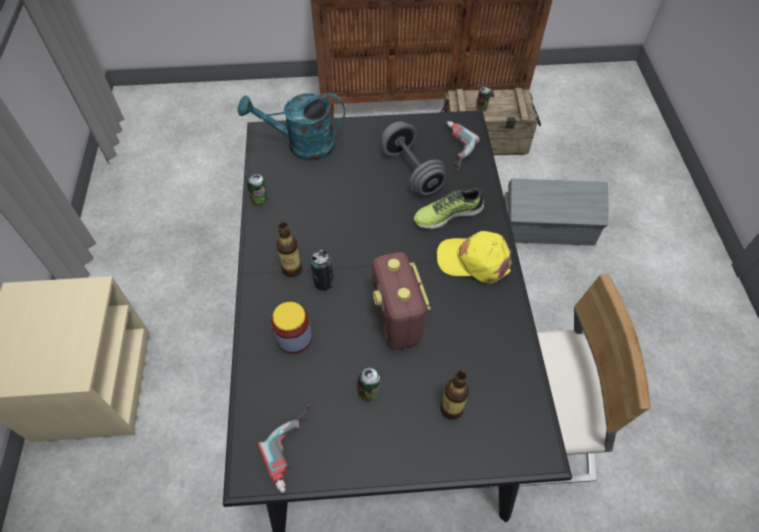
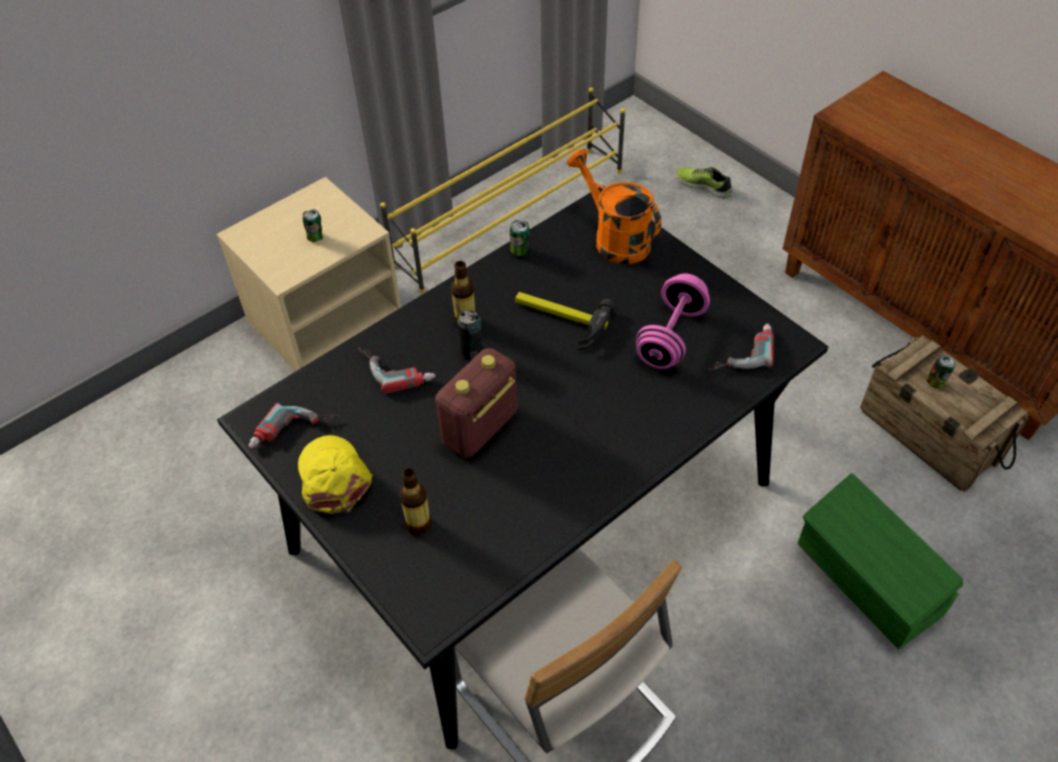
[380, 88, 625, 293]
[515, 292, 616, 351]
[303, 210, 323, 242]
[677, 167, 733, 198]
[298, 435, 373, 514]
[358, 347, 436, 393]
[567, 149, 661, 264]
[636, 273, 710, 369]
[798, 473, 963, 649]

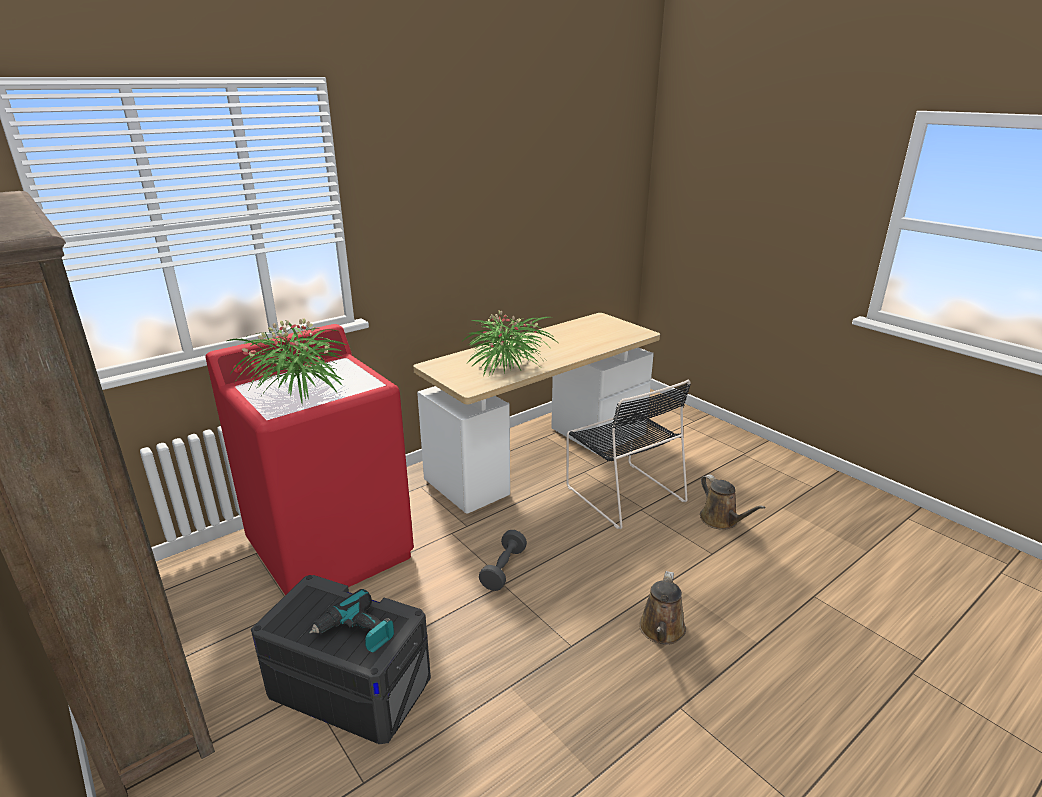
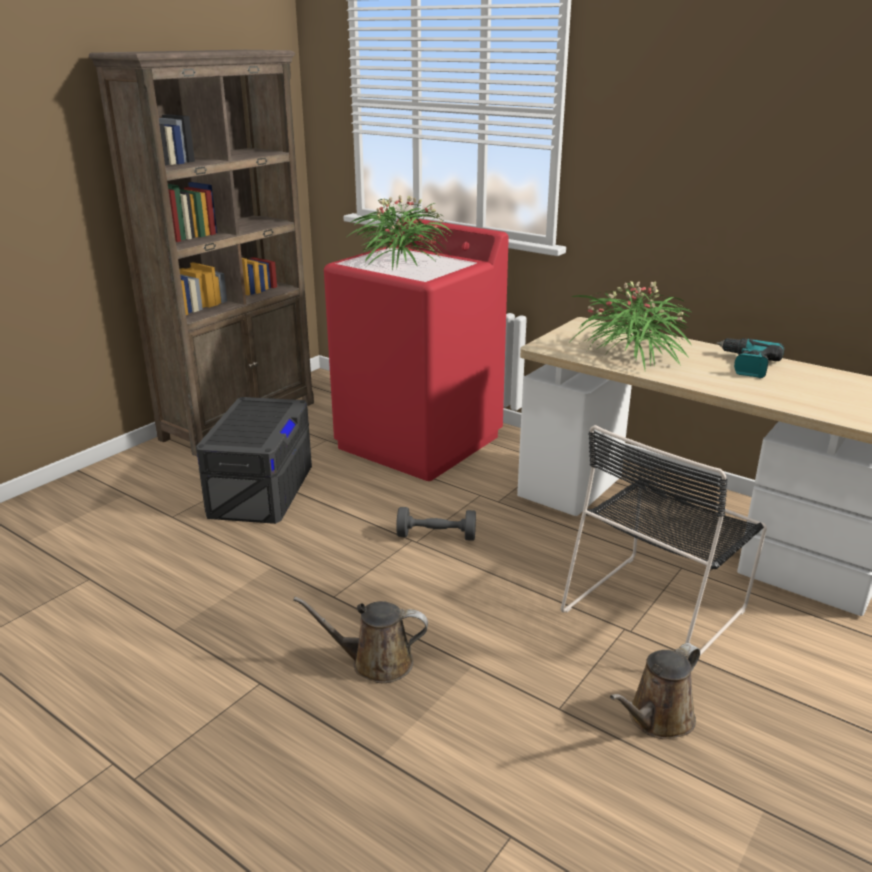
[717, 338, 784, 378]

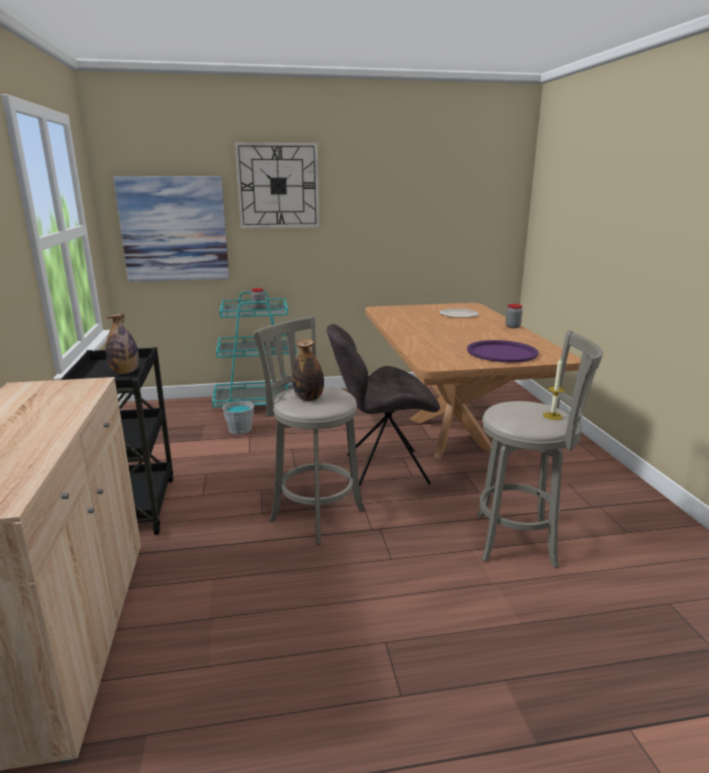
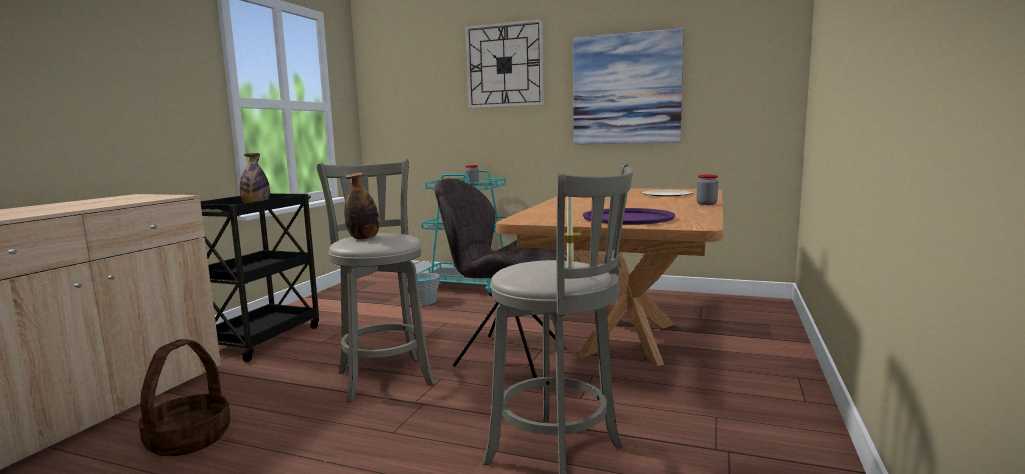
[139, 339, 231, 456]
[573, 28, 684, 145]

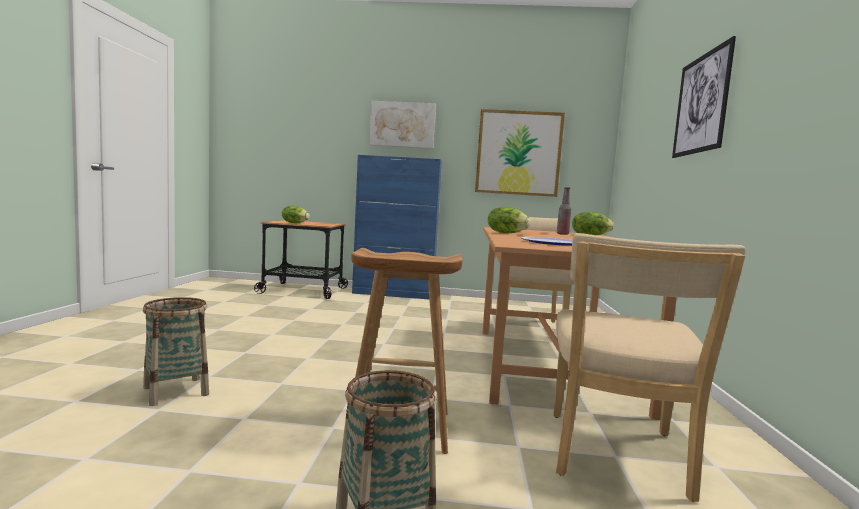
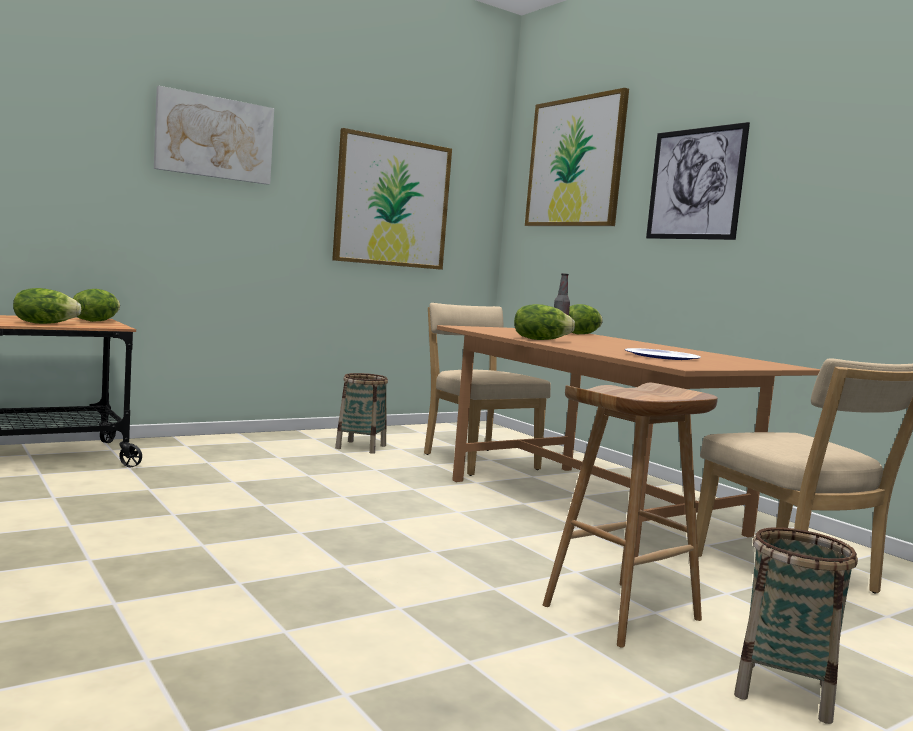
[352, 155, 442, 299] (first image)
[73, 289, 120, 322]
[525, 88, 629, 226]
[335, 373, 388, 454]

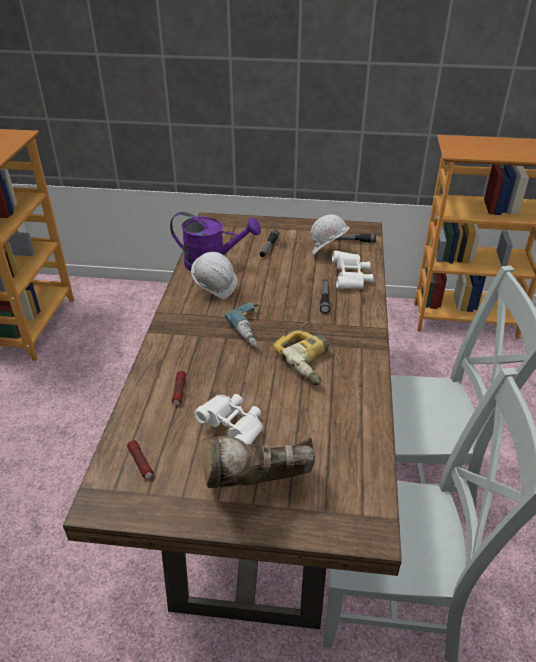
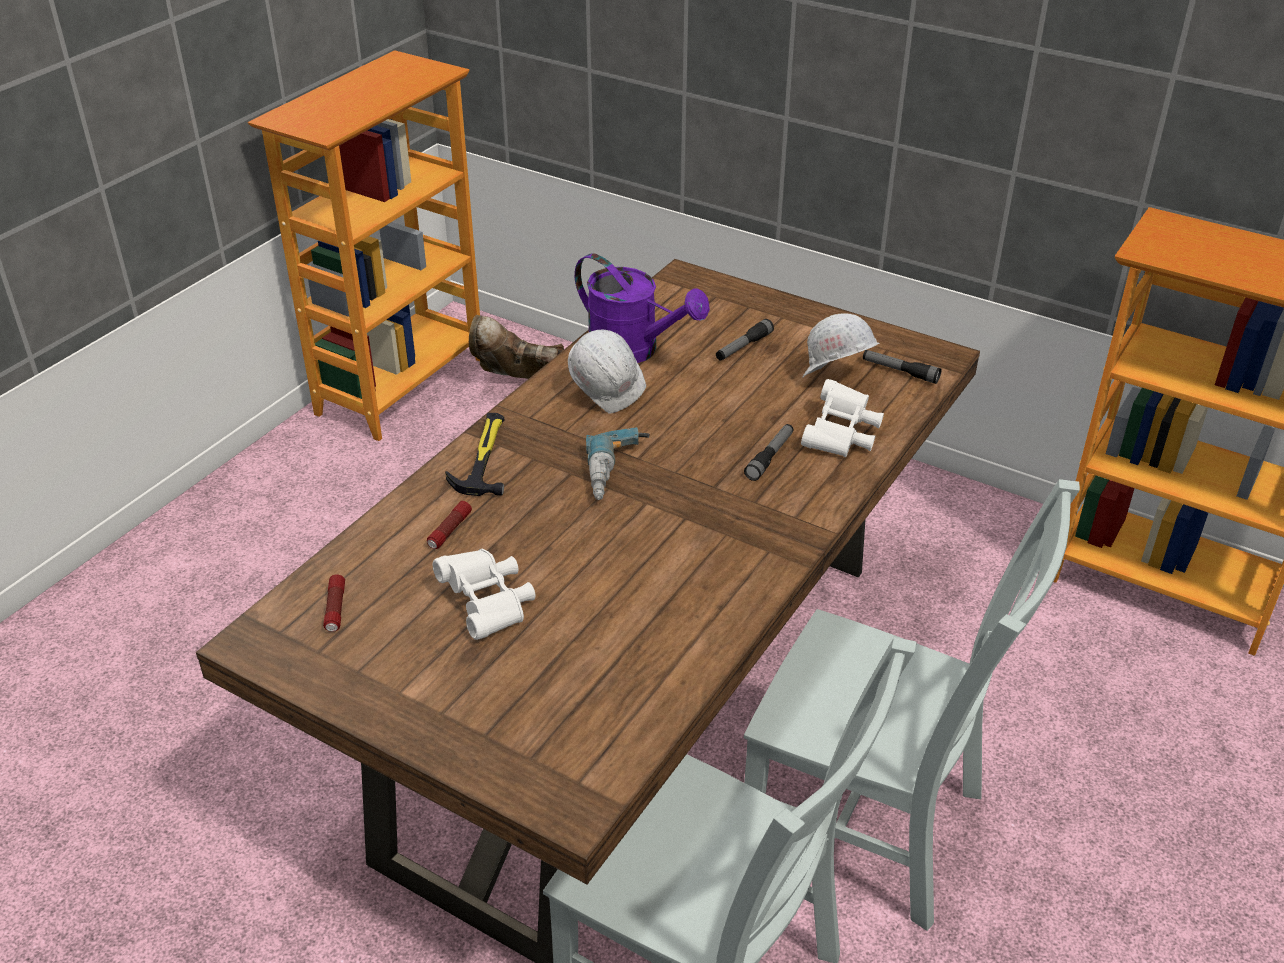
[273, 321, 341, 385] (first image)
[445, 413, 504, 496]
[469, 315, 564, 379]

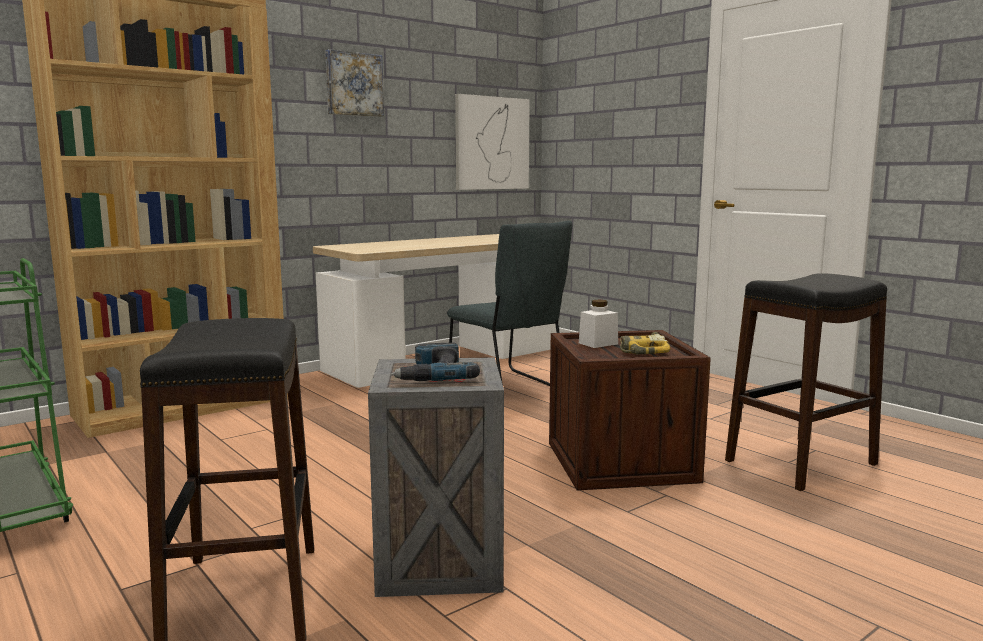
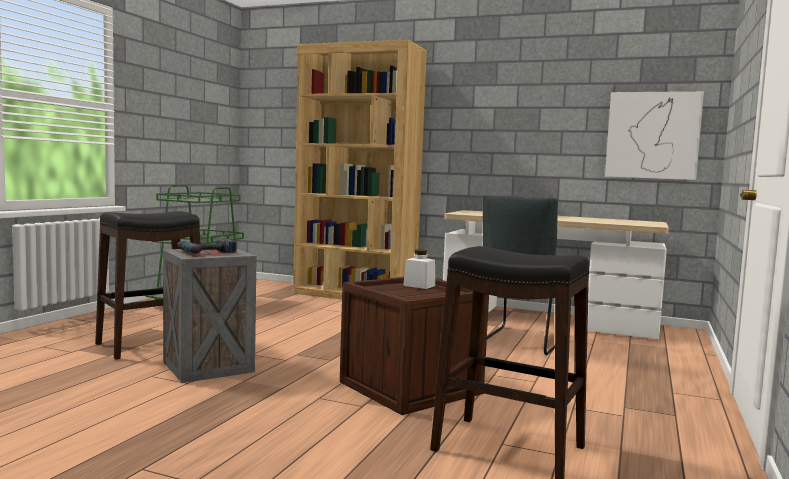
[325, 49, 384, 117] (first image)
[620, 332, 670, 355] (first image)

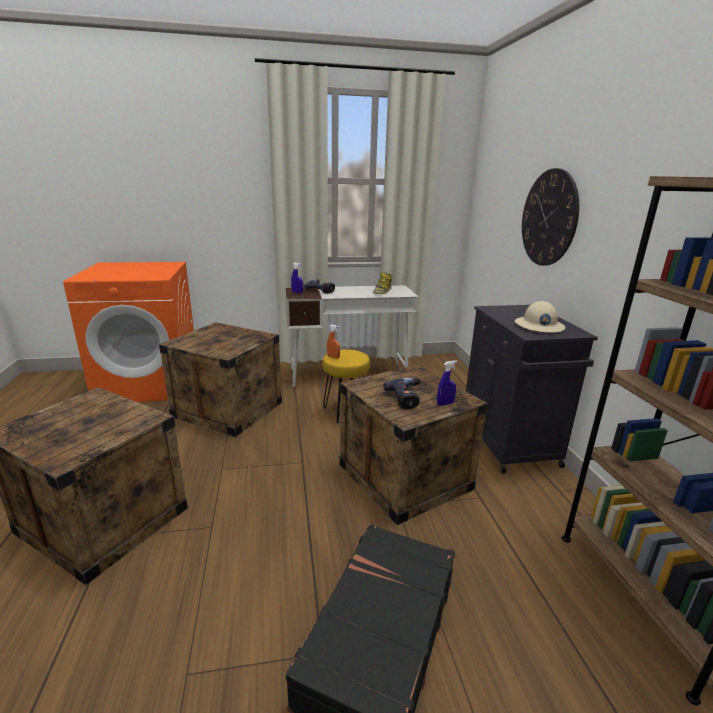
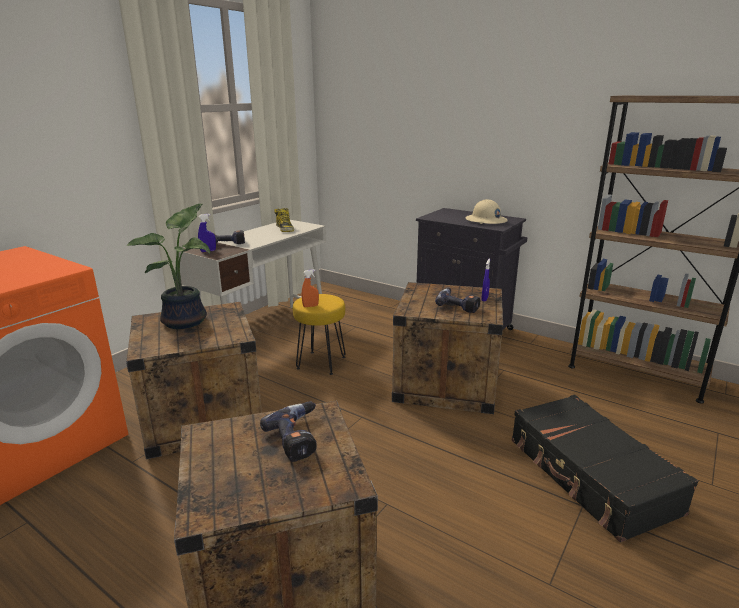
[522, 168, 579, 266] (first image)
[126, 204, 210, 329]
[260, 402, 317, 462]

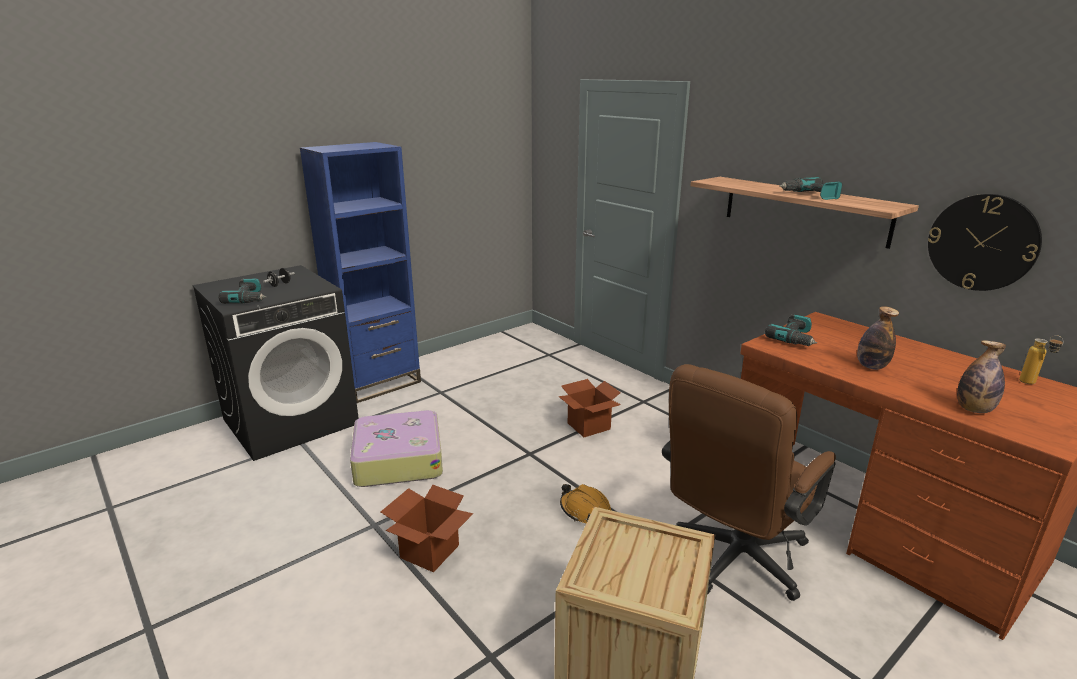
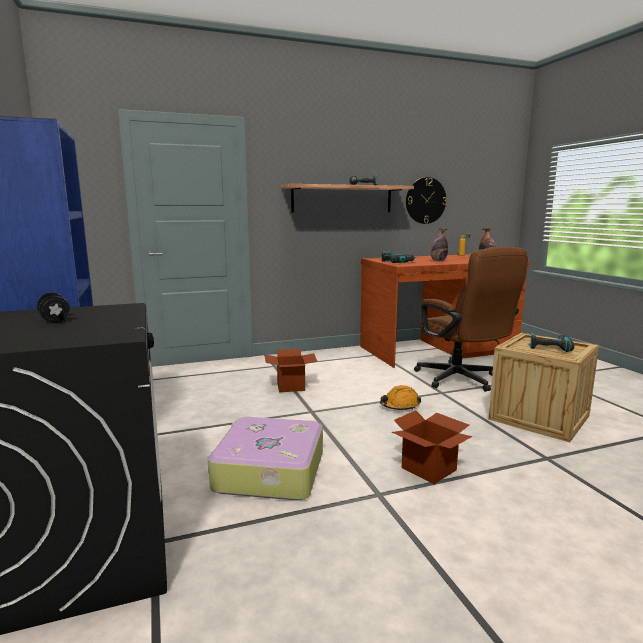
[529, 333, 574, 352]

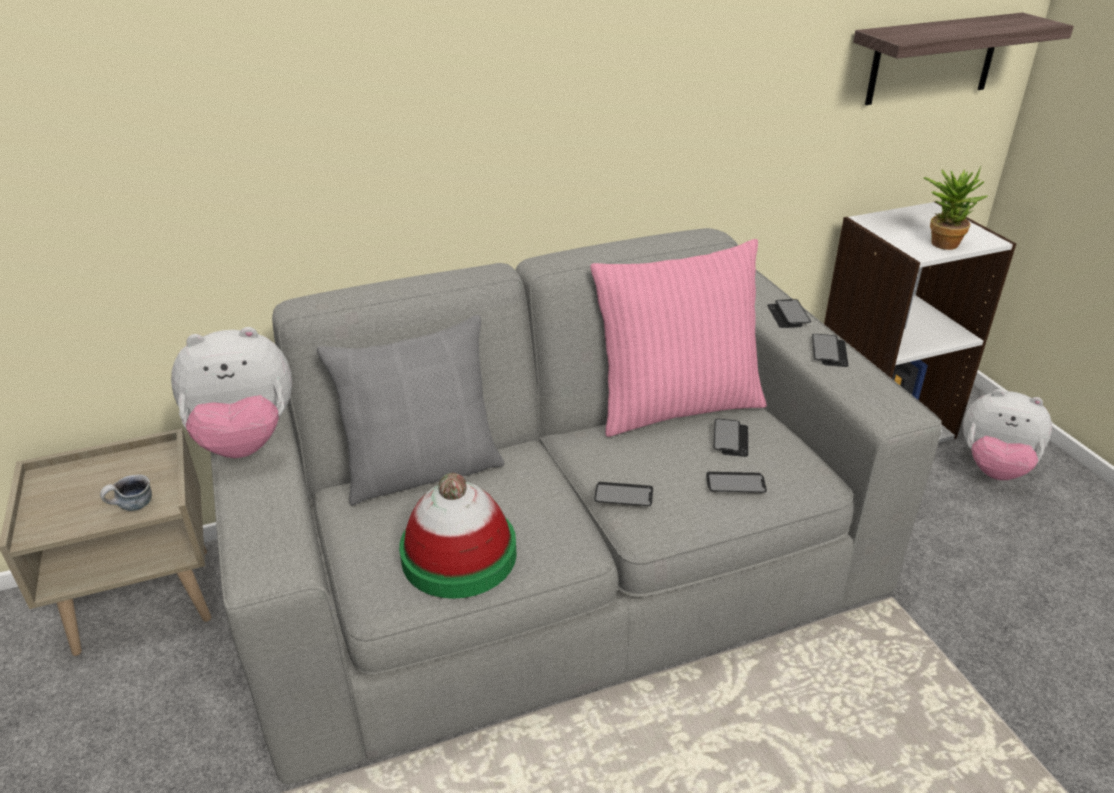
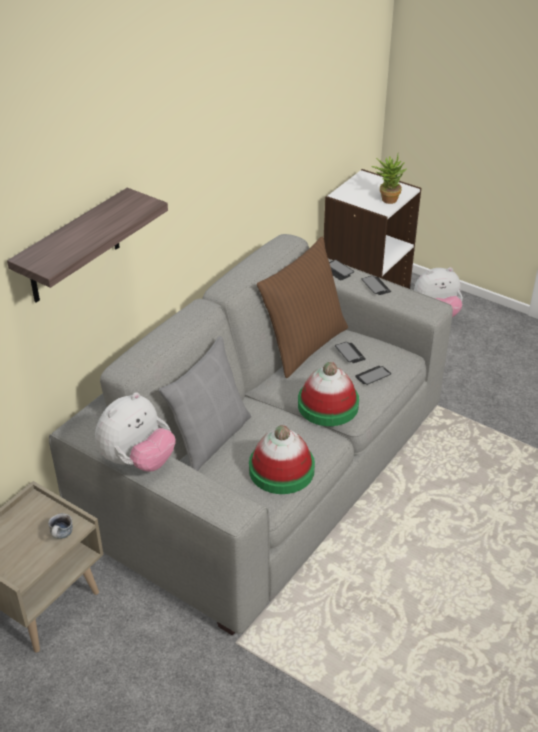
[7, 188, 168, 302]
[298, 362, 359, 426]
[257, 236, 348, 378]

